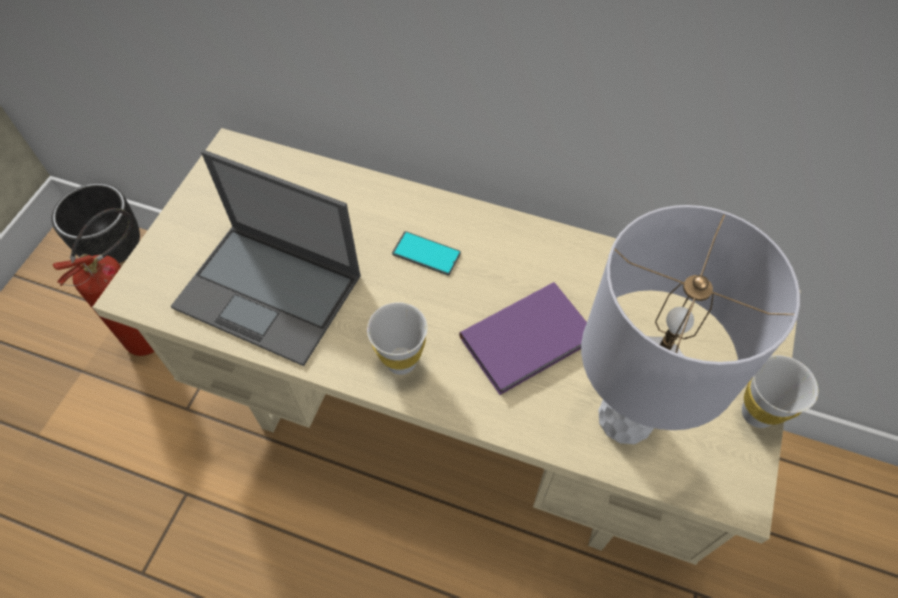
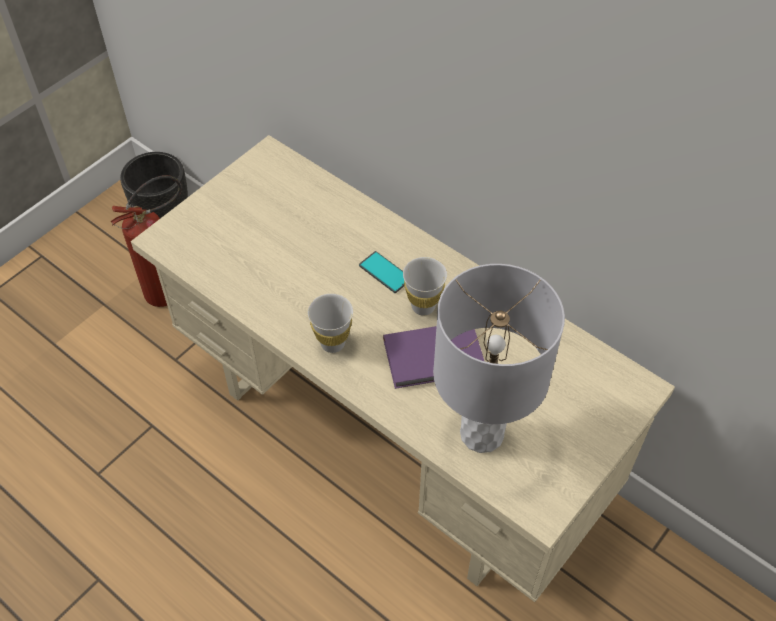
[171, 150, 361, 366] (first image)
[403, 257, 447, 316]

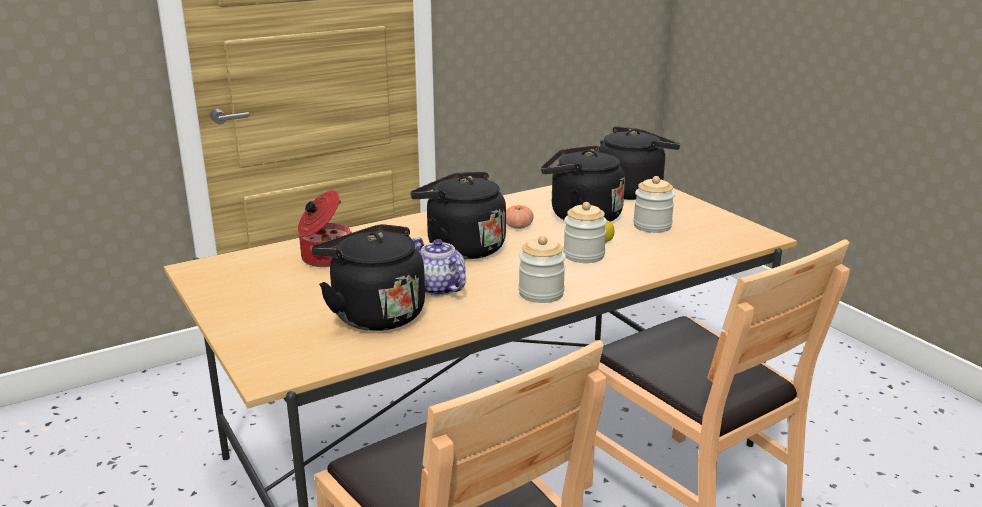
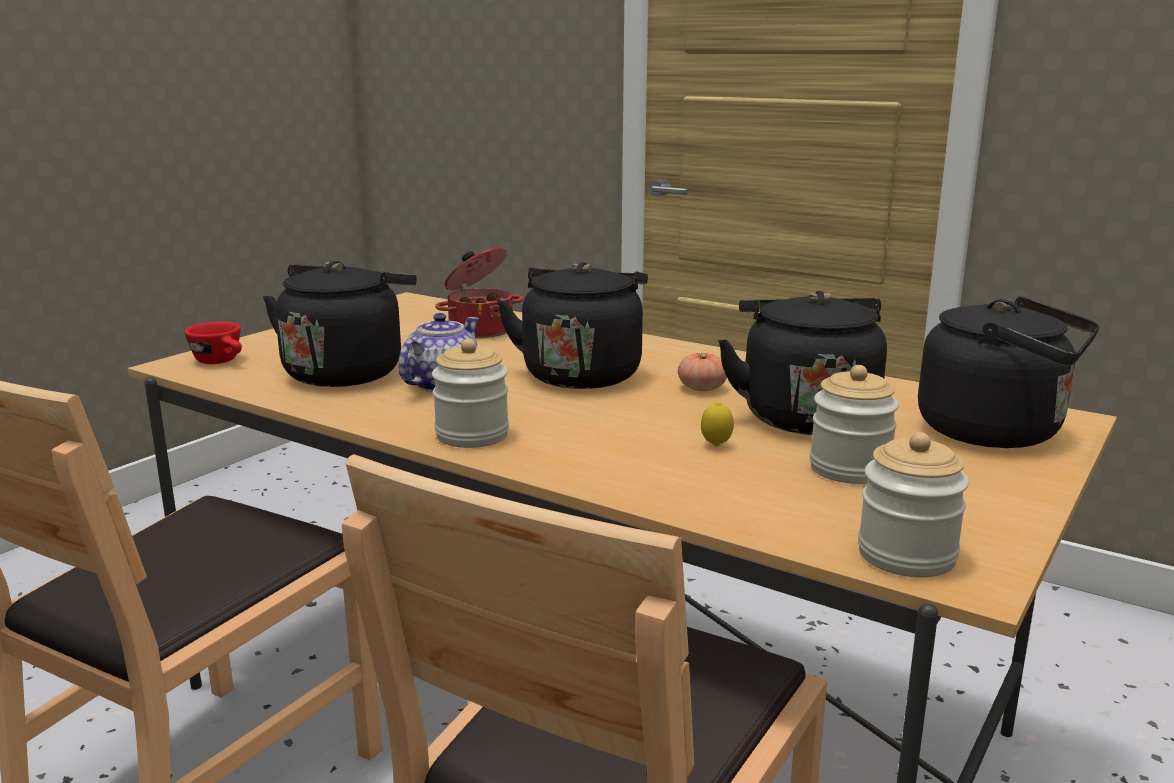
[184, 321, 242, 364]
[858, 432, 969, 577]

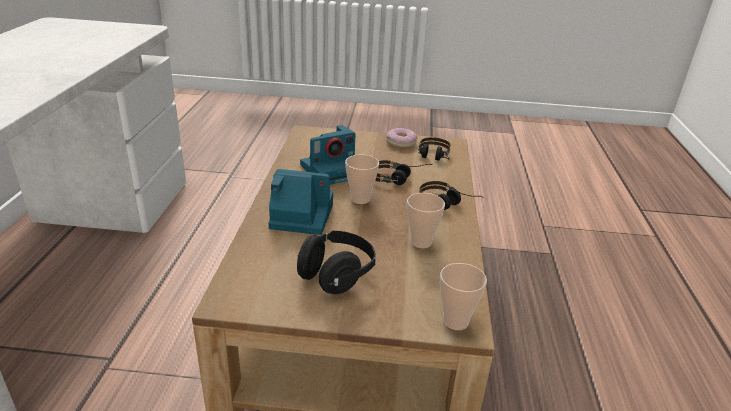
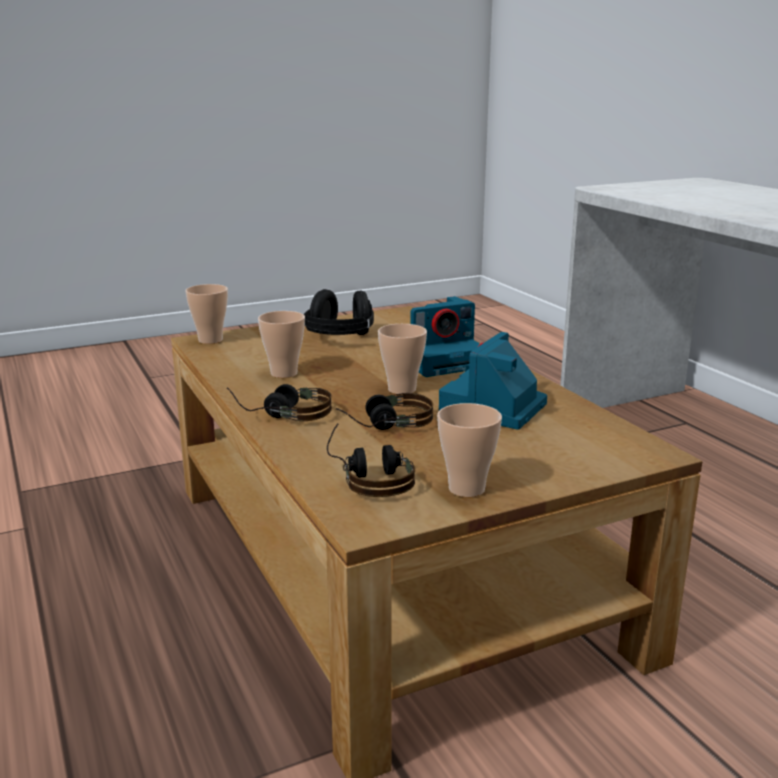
[437, 403, 502, 497]

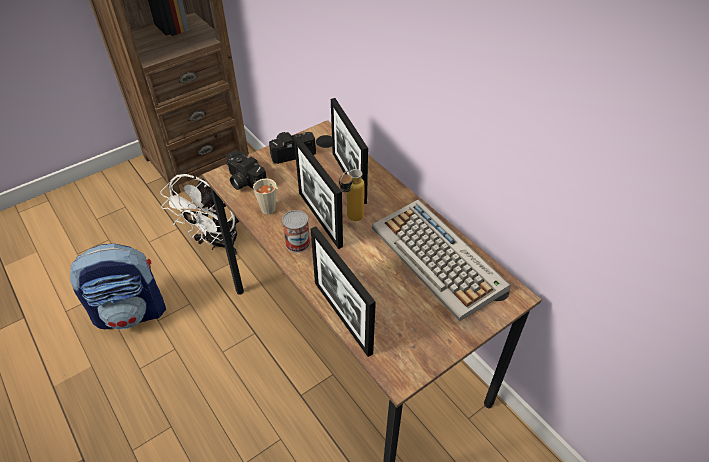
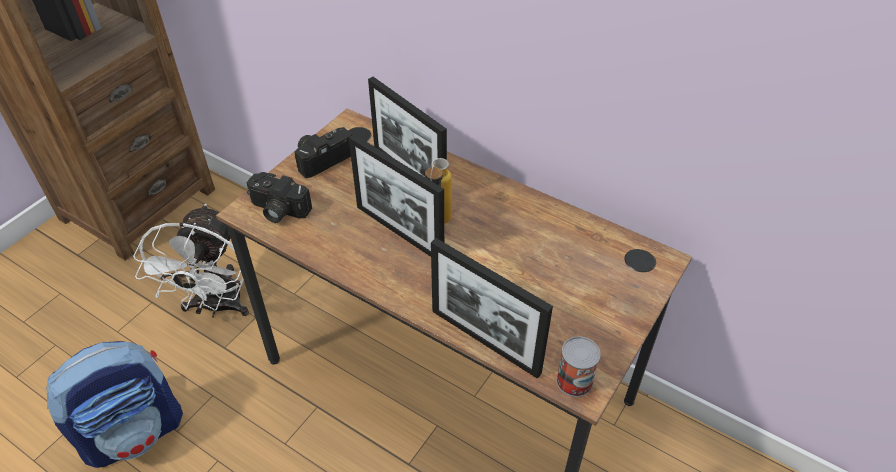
[253, 178, 278, 215] (first image)
[372, 200, 511, 321] (first image)
[556, 336, 601, 397]

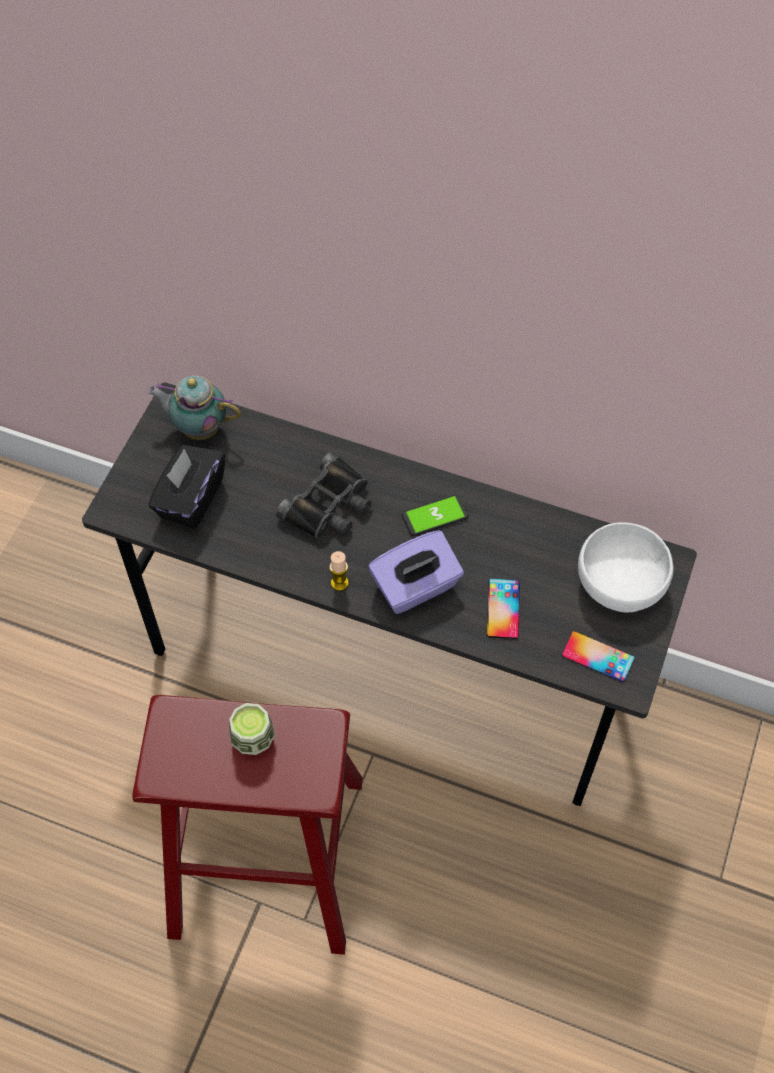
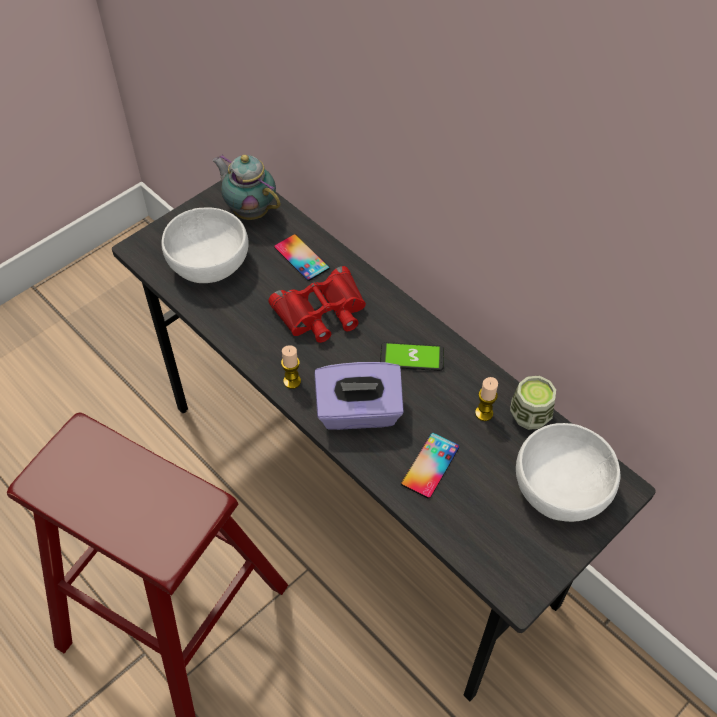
[475, 377, 498, 421]
[510, 376, 556, 430]
[274, 234, 330, 281]
[161, 207, 249, 283]
[268, 266, 366, 343]

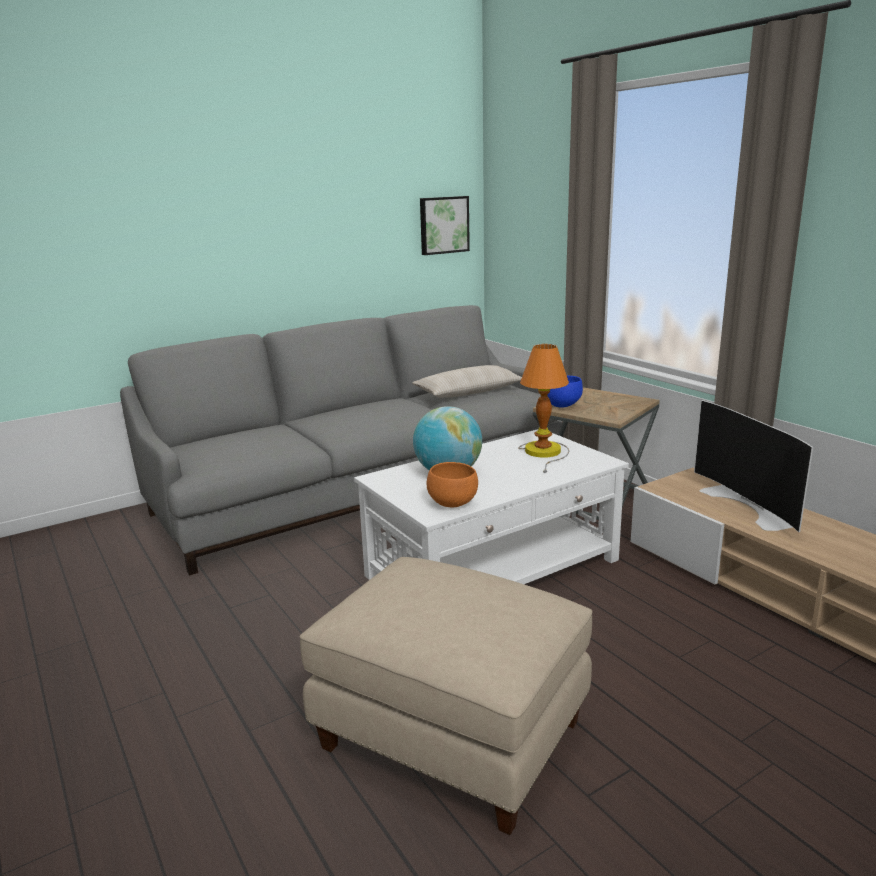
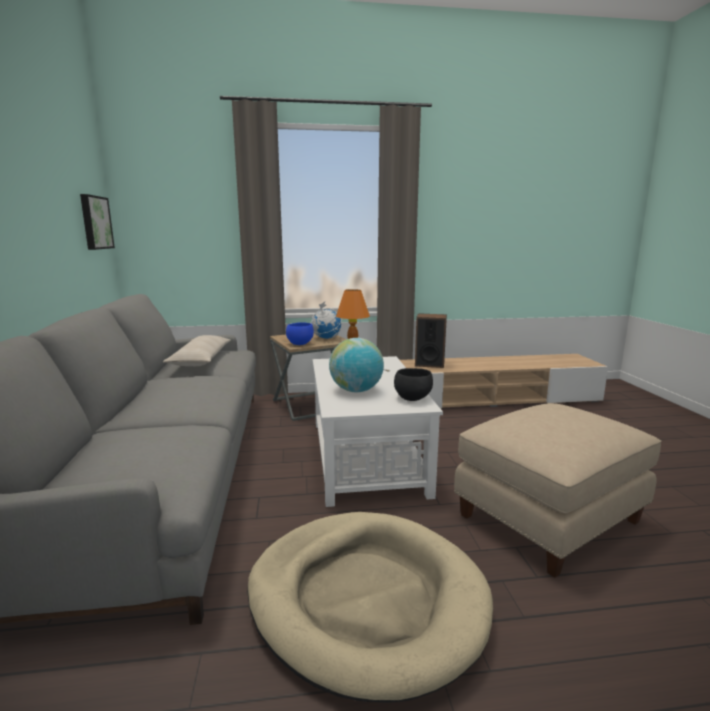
[247, 512, 493, 703]
[311, 302, 342, 339]
[415, 313, 447, 368]
[394, 368, 433, 401]

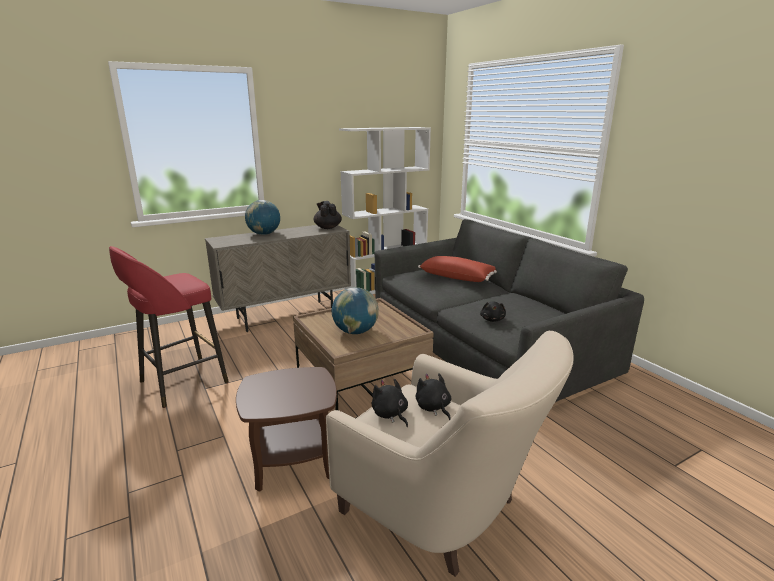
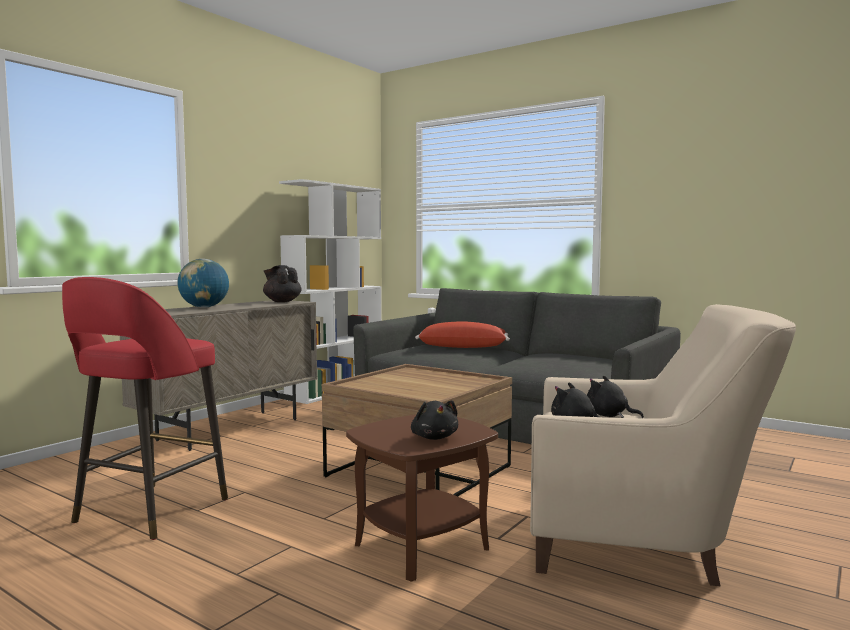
[332, 287, 379, 334] (first image)
[411, 400, 458, 440]

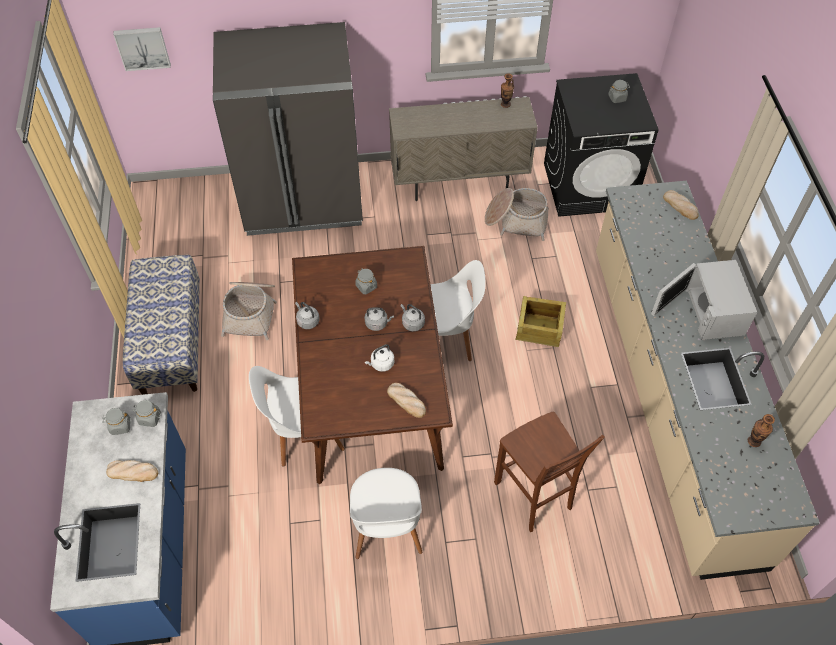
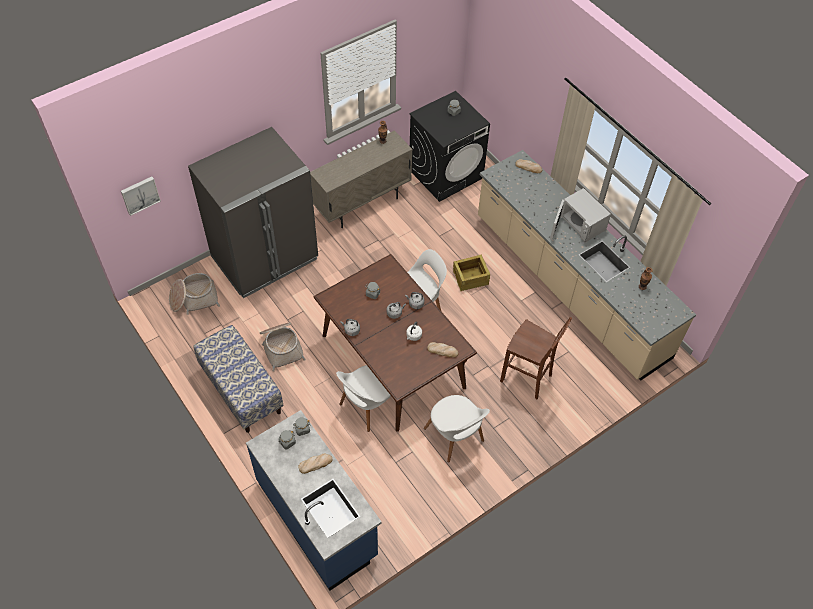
[169, 273, 220, 315]

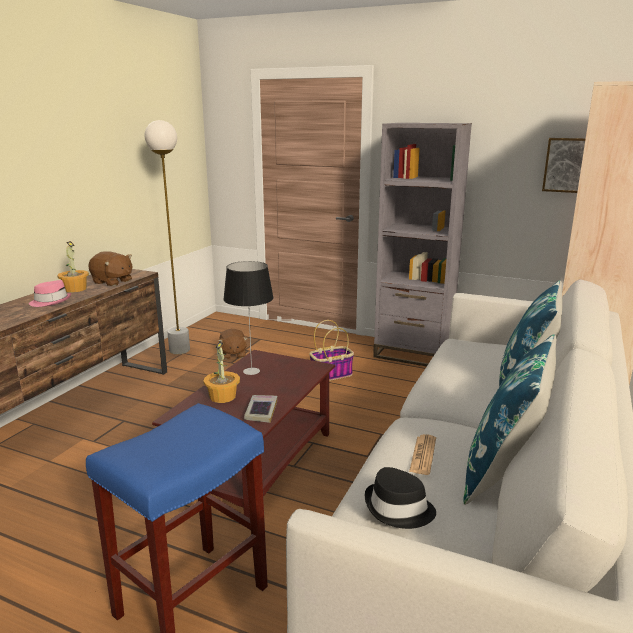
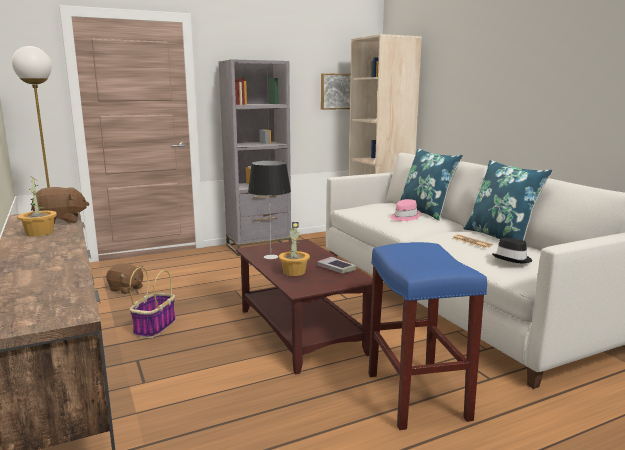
[390, 199, 421, 221]
[129, 267, 176, 338]

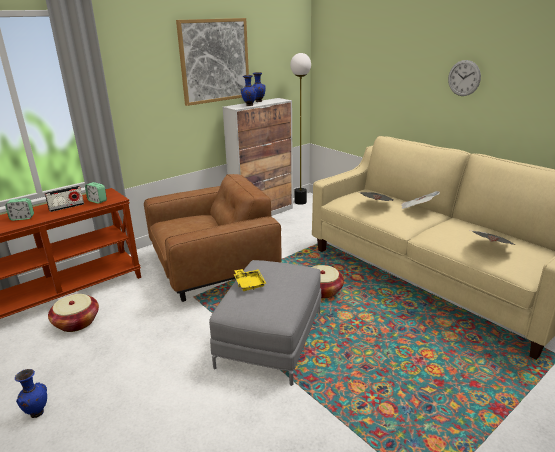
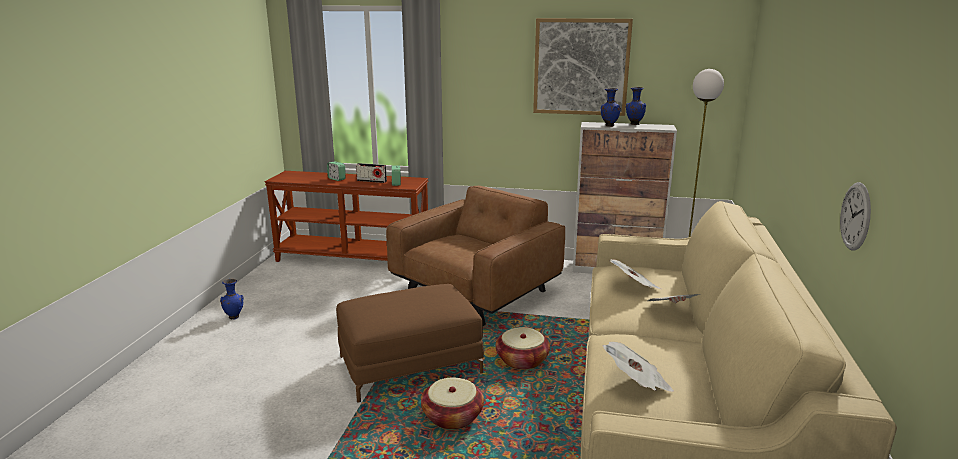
[234, 269, 266, 291] (first image)
[421, 378, 484, 430]
[840, 182, 871, 251]
[336, 284, 484, 403]
[386, 186, 565, 326]

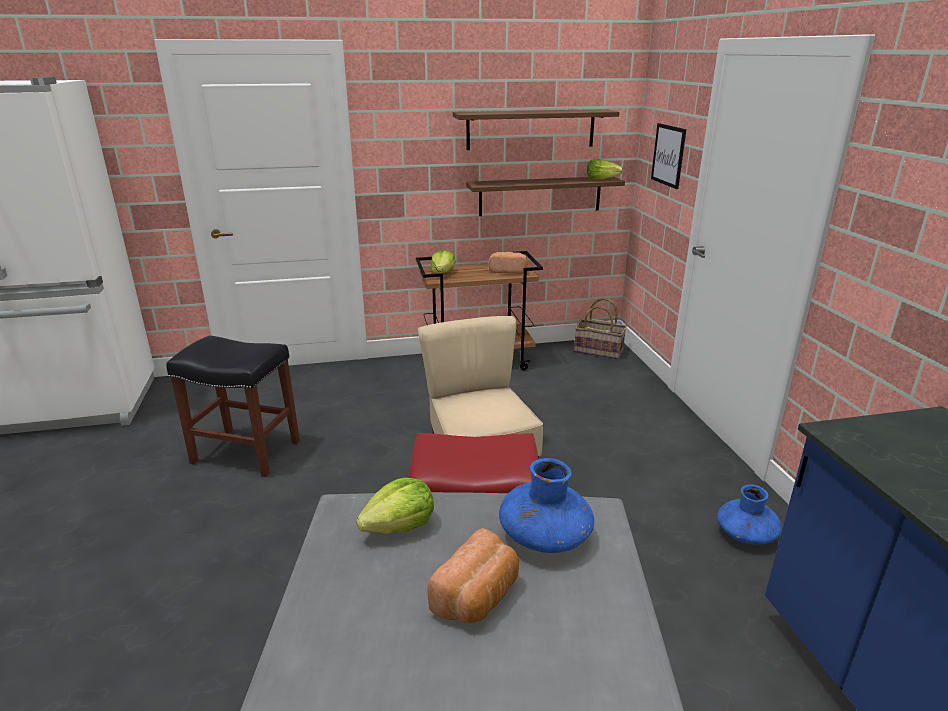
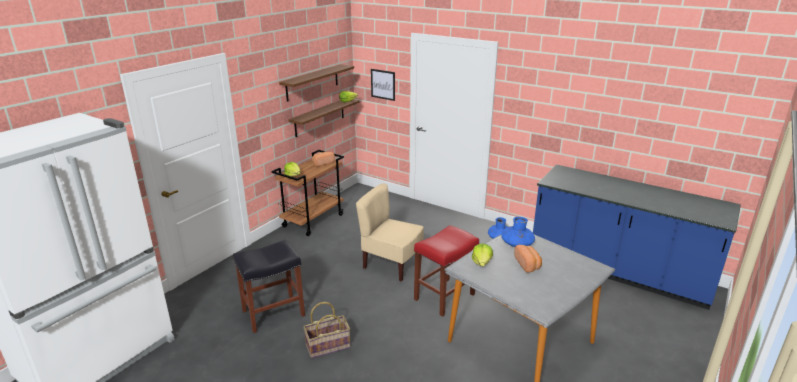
[303, 302, 350, 359]

